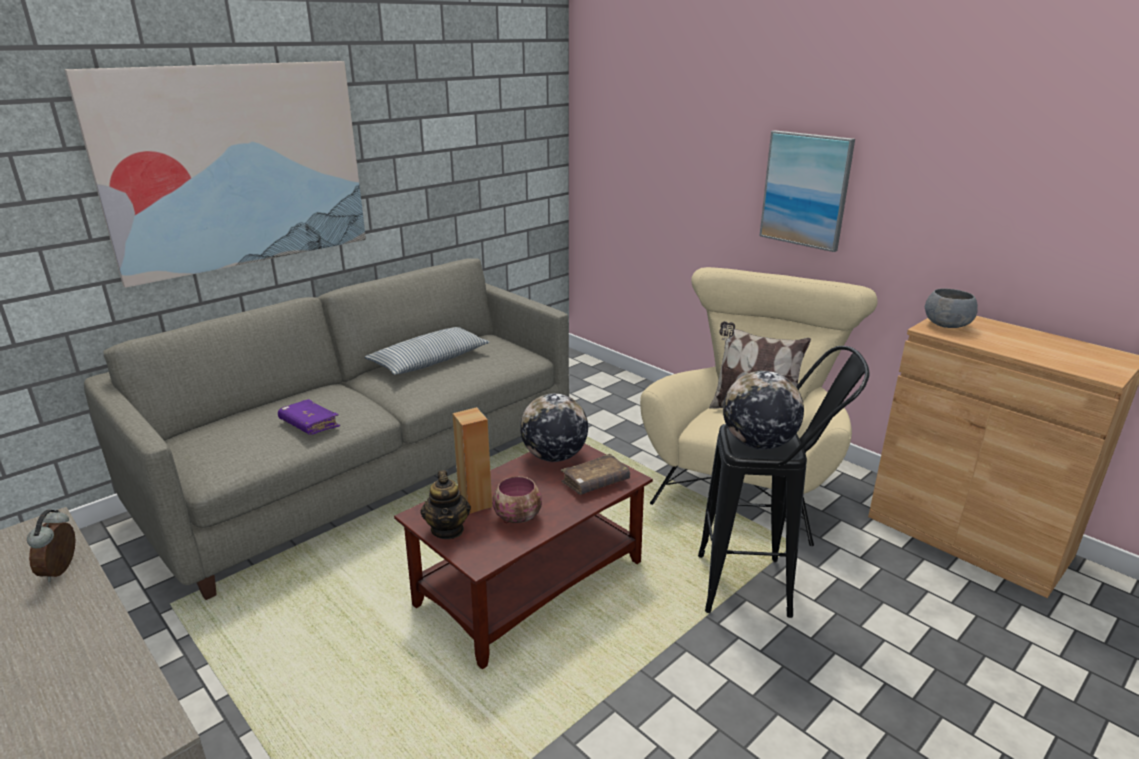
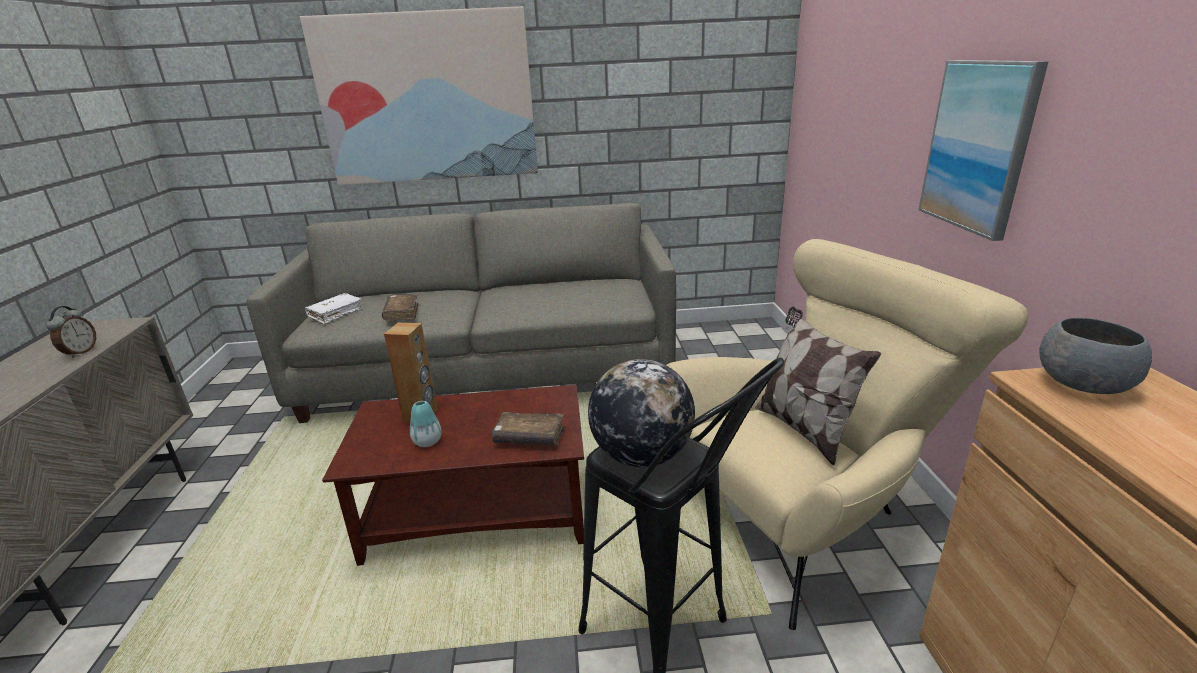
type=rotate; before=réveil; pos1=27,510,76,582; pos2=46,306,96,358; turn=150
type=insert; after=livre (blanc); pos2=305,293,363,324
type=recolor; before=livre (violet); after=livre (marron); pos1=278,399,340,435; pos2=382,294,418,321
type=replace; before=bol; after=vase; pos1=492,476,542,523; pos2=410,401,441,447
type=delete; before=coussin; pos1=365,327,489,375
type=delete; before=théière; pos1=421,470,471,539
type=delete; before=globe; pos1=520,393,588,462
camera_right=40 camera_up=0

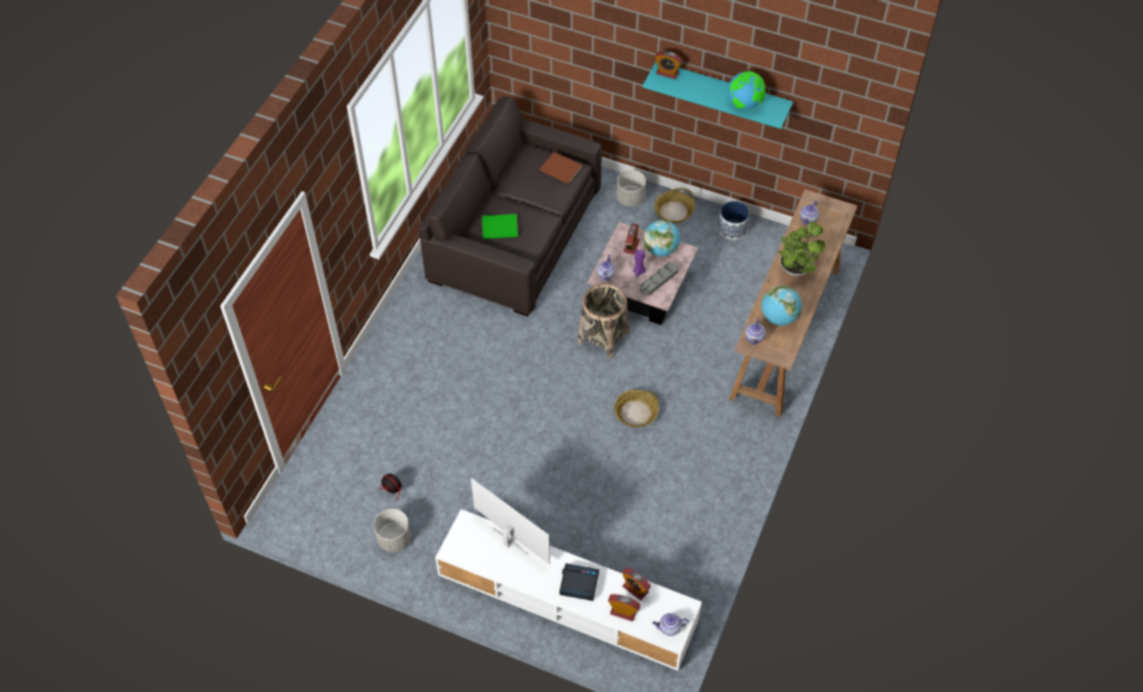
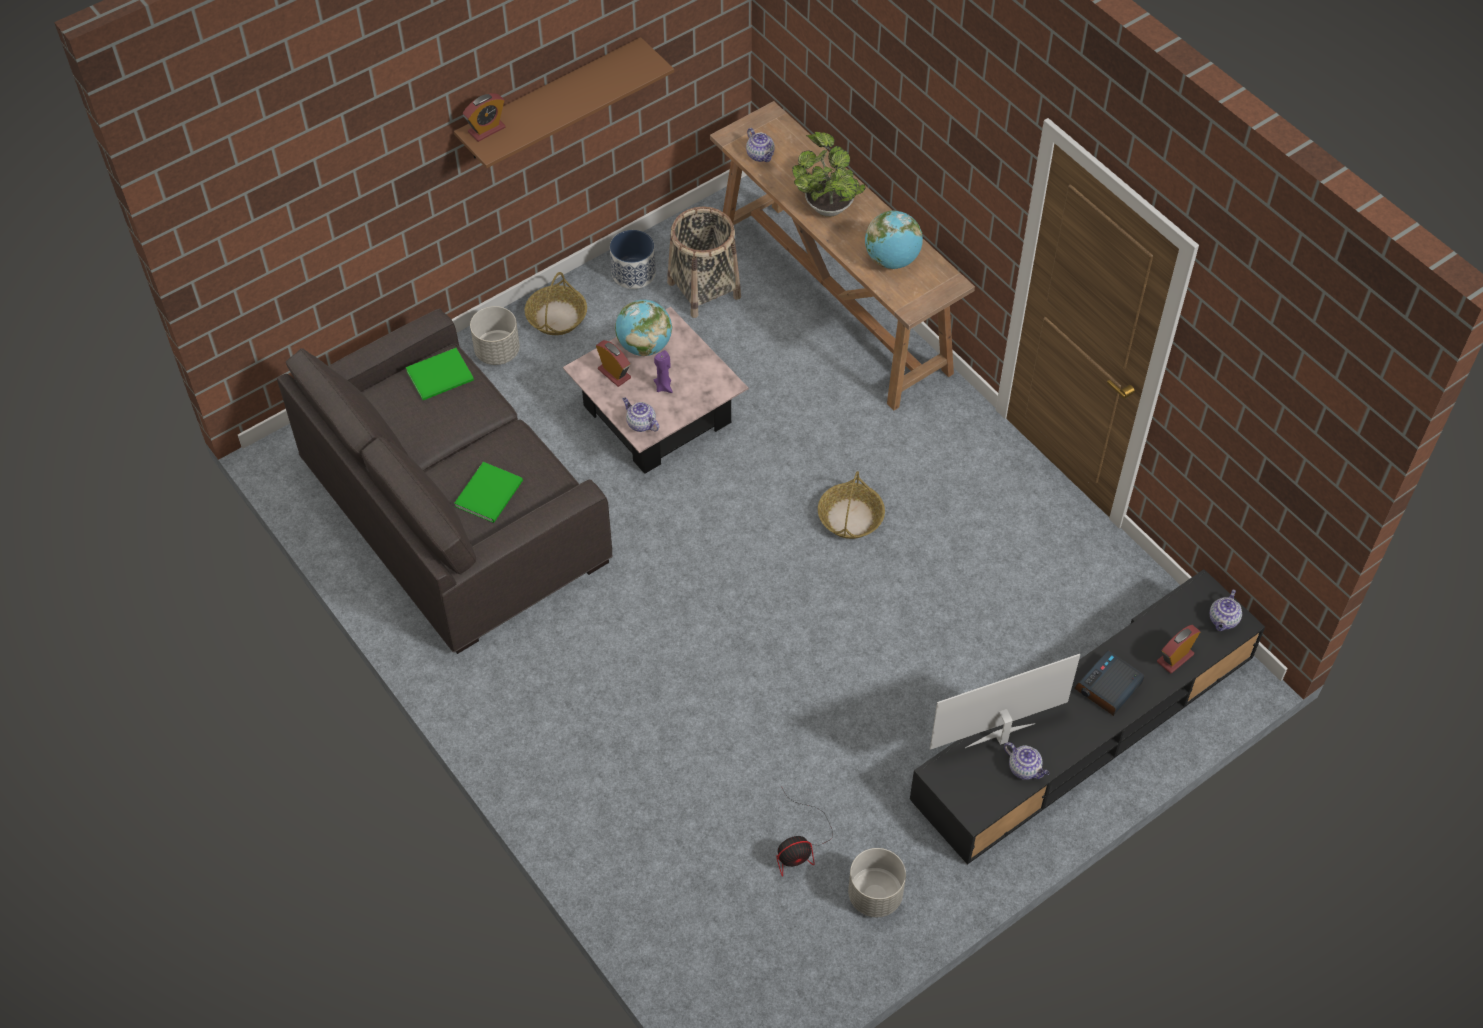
type=recolor; before=livre (marron); after=livre (vert); pos1=540,152,582,184; pos2=406,348,474,400
type=recolor; before=étagère (turquoise); after=étagère (marron); pos1=643,62,793,129; pos2=454,37,674,168
type=move; before=panier; pos1=578,283,629,358; pos2=667,207,741,318
type=recolor; before=meuble télé (blanc); after=meuble télé (noir); pos1=435,509,702,671; pos2=910,569,1265,865
type=move; before=théière; pos1=745,317,766,345; pos2=1004,742,1050,780
type=delete; before=réveil; pos1=622,568,651,600
type=delete; before=plateau (gris); pos1=640,262,678,296
type=delete; before=globe; pos1=728,71,766,109
camera_right=-60 camera_up=0

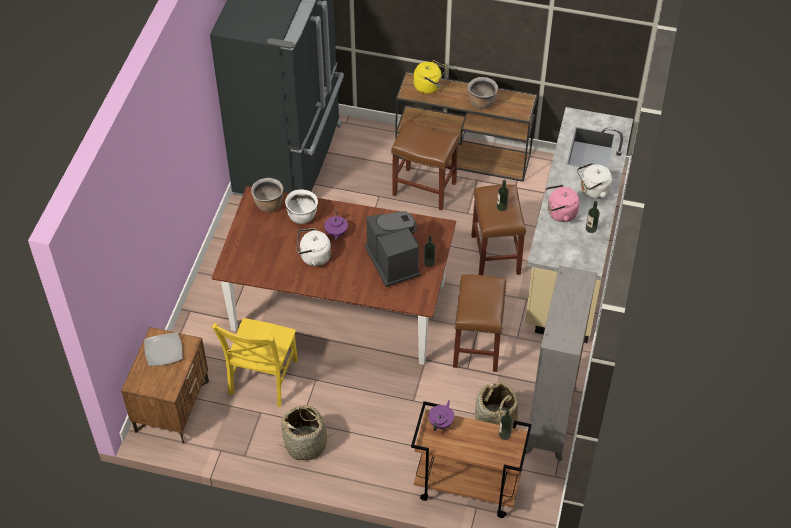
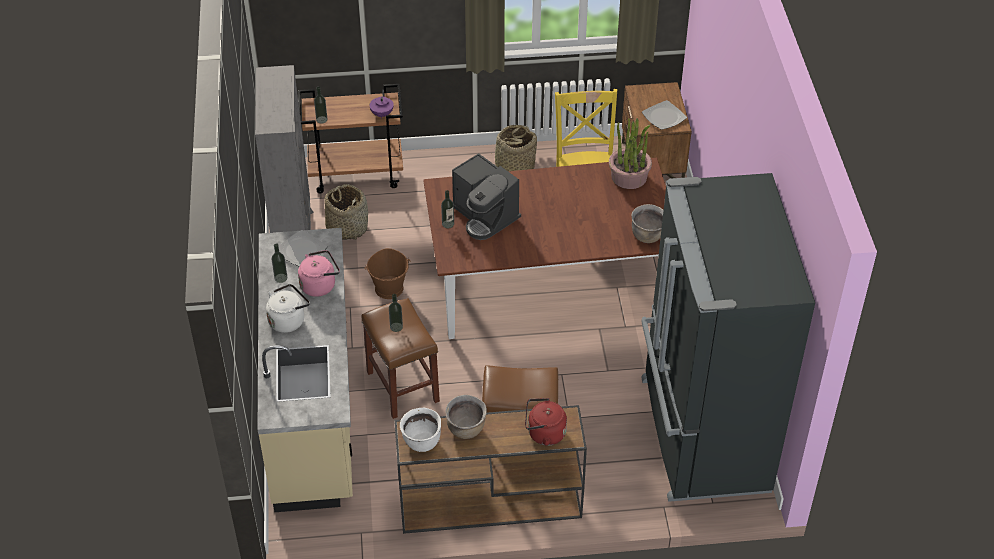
type=insert; after=assiette; pos2=279,230,327,267
type=replace; before=tabouret (marron); after=seau (marron); pos1=453,274,506,372; pos2=365,248,411,299
type=move; before=marmite (blanc); pos1=285,189,318,224; pos2=400,407,441,452
type=recolor; before=bouilloire (jaune); after=bouilloire (rouge); pos1=414,60,447,94; pos2=525,398,567,446
type=insert; after=plante en pot; pos2=609,118,652,189
type=delete; before=bouilloire (blanc); pos1=297,228,331,266
type=delete; before=théière (violet); pos1=324,210,348,239
camera_right=160 camera_up=-5

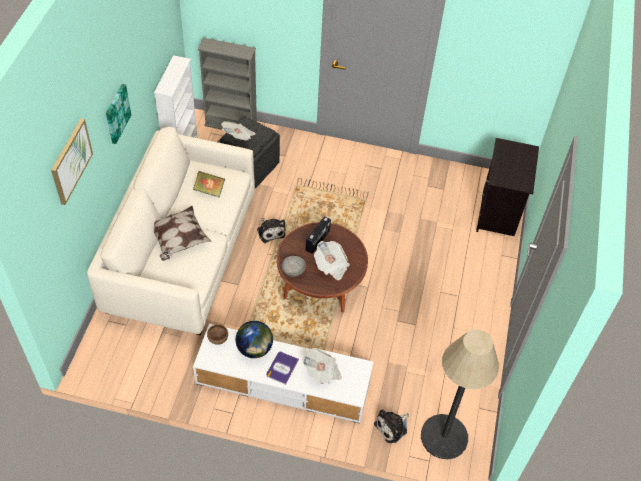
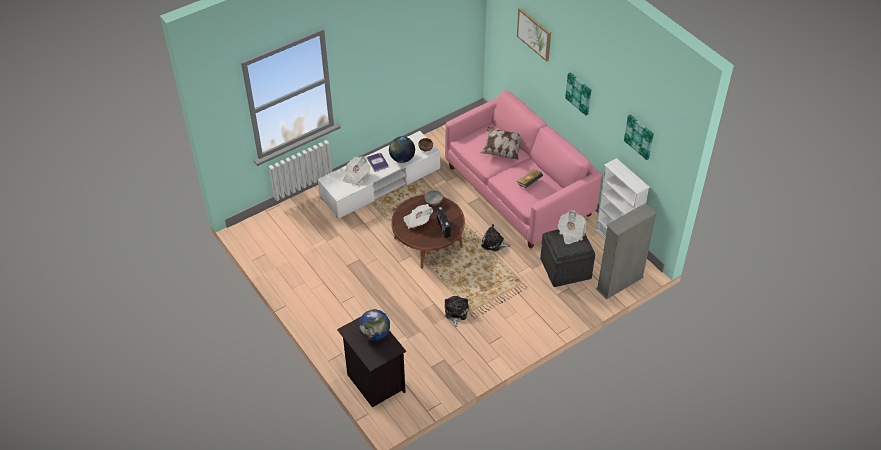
type=insert; after=globe; pos2=358,309,390,341
type=recolor; before=canapé (blanc); after=canapé (rose); pos1=87,127,255,336; pos2=445,90,602,249
type=move; before=peluche; pos1=374,409,409,443; pos2=445,296,469,327
type=insert; after=tableau; pos2=624,114,654,160
type=delete; before=lampadaire; pos1=421,329,499,459
camera_right=135 camera_up=-5

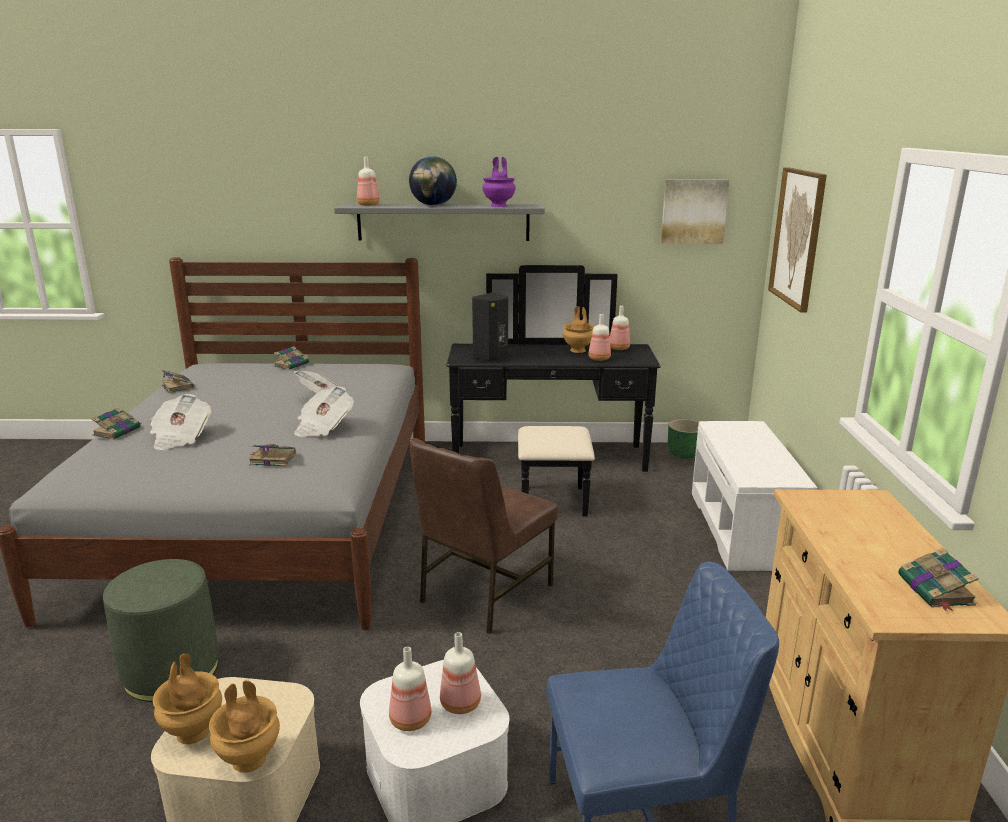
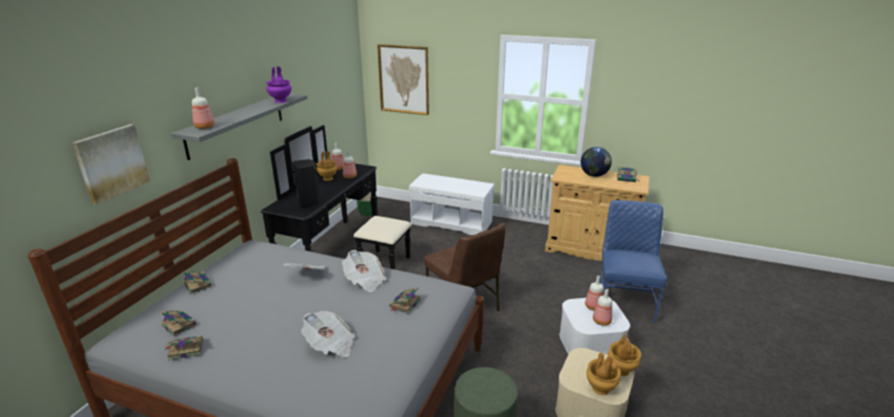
type=move; before=tableau; pos1=661,179,729,244; pos2=72,124,150,205
type=move; before=livre; pos1=91,407,141,440; pos2=160,310,196,336
type=move; before=globe; pos1=409,156,457,206; pos2=581,147,612,177
camera_right=-70 camera_up=5

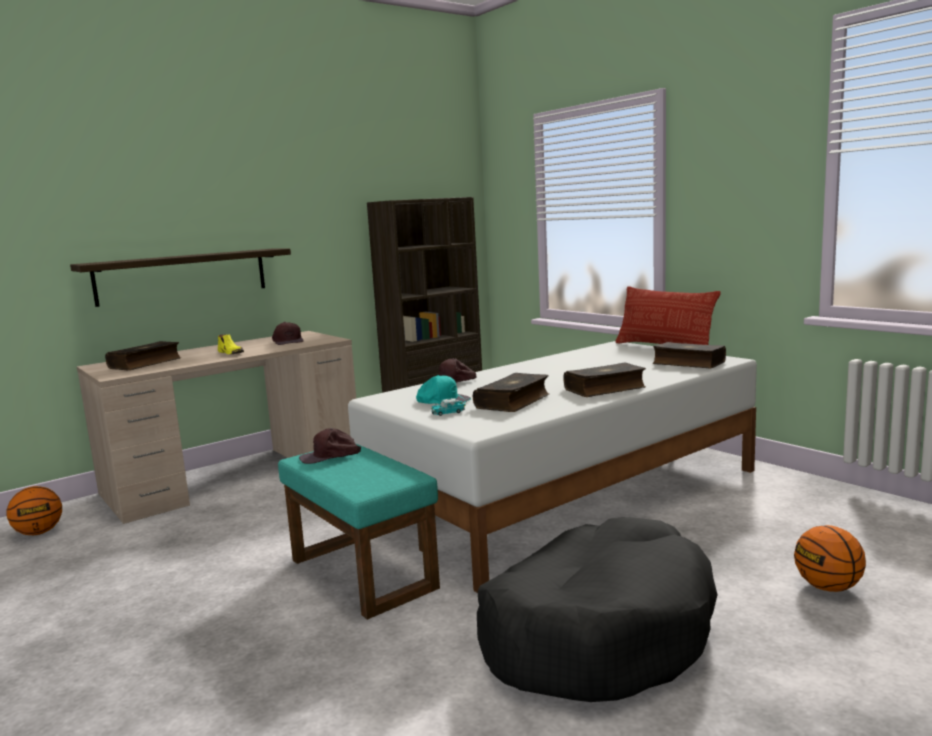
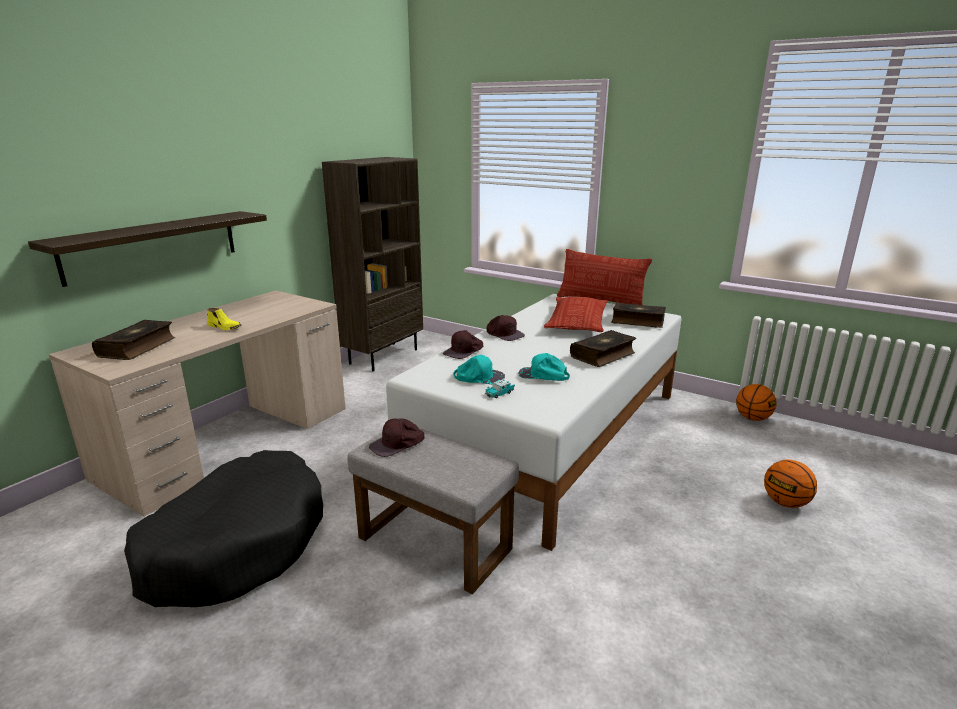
type=move; before=panier pour chien (noir); pos1=477,517,717,702; pos2=124,450,323,607
type=recolor; before=pouf (turquoise); after=pouf (gris); pos1=278,443,440,620; pos2=347,428,519,595
type=move; before=casquette (marron); pos1=272,322,304,345; pos2=486,315,525,341
type=replace; before=livre; after=casquette (turquoise); pos1=473,373,549,412; pos2=518,353,570,381
type=insert; after=coussin; pos2=544,297,608,332
type=move; before=ballon de basket; pos1=7,486,62,535; pos2=736,384,777,421
camera_right=-20 camera_up=10

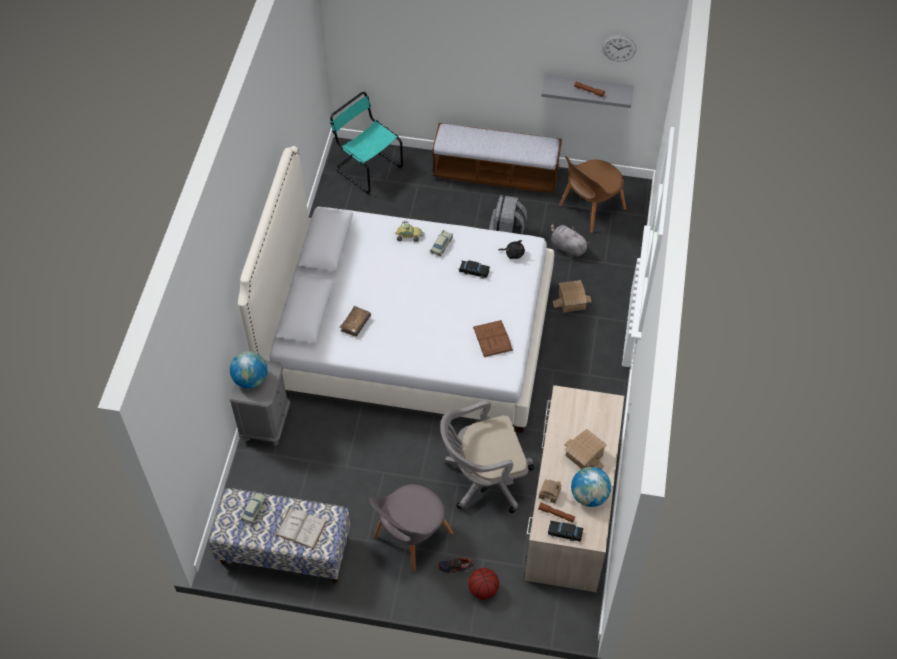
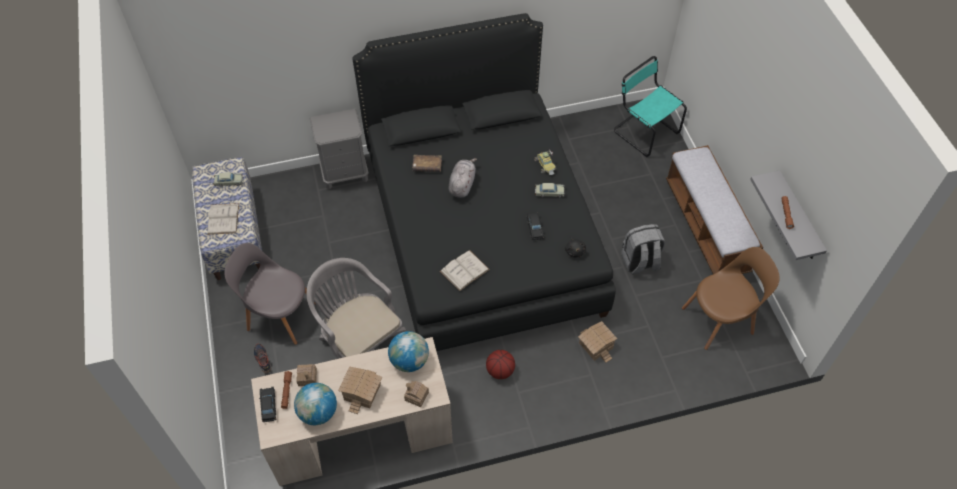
type=recolor; before=lit (blanc); after=lit (noir); pos1=238,146,554,433; pos2=352,13,616,351
type=move; before=globe; pos1=230,351,267,389; pos2=388,331,429,372
type=insert; after=maison miniature; pos2=404,381,429,407
type=recolor; before=livre (marron); after=livre (blanc); pos1=473,320,513,357; pos2=440,250,490,291
type=move; before=peluche (gris); pos1=551,224,590,257; pos2=448,158,477,198
type=move; before=ballon de basket; pos1=468,568,499,600; pos2=486,350,515,379
type=rotate; before=chaise (turquoise); pos1=330,92,403,194; pos2=614,56,687,157; turn=-60
type=rotate; before=chaise (marron); pos1=559,156,626,233; pos2=682,247,780,350; turn=135
type=delete; before=horloge murale; pos1=602,35,636,62
camera_right=65 camera_up=0

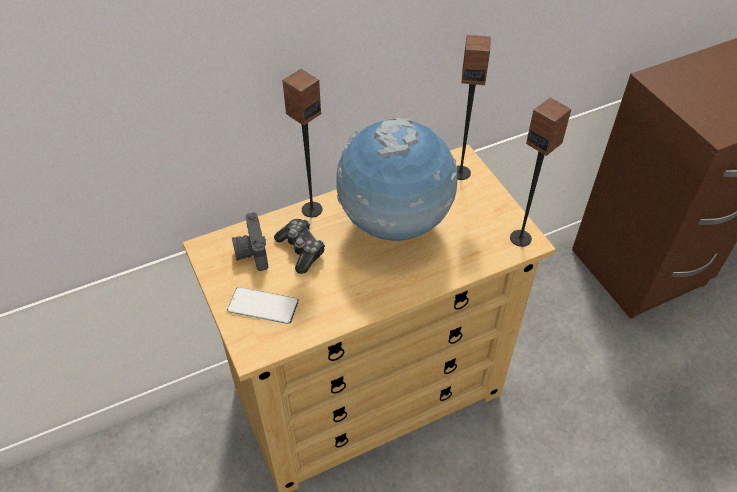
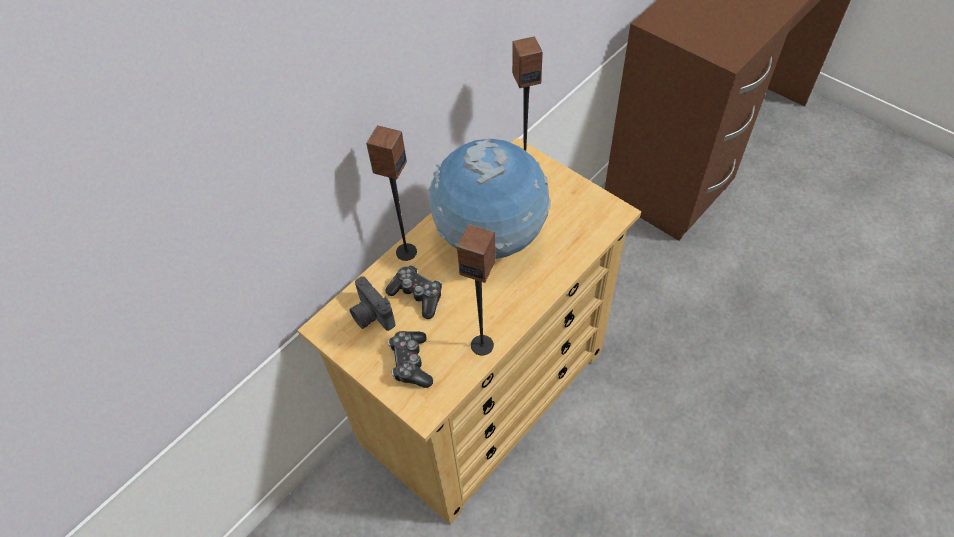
type=replace; before=téléphone; after=manette; pos1=227,287,299,324; pos2=388,331,433,388
type=move; before=enceinte; pos1=510,97,571,247; pos2=457,224,496,356
camera_right=-20 camera_up=5

